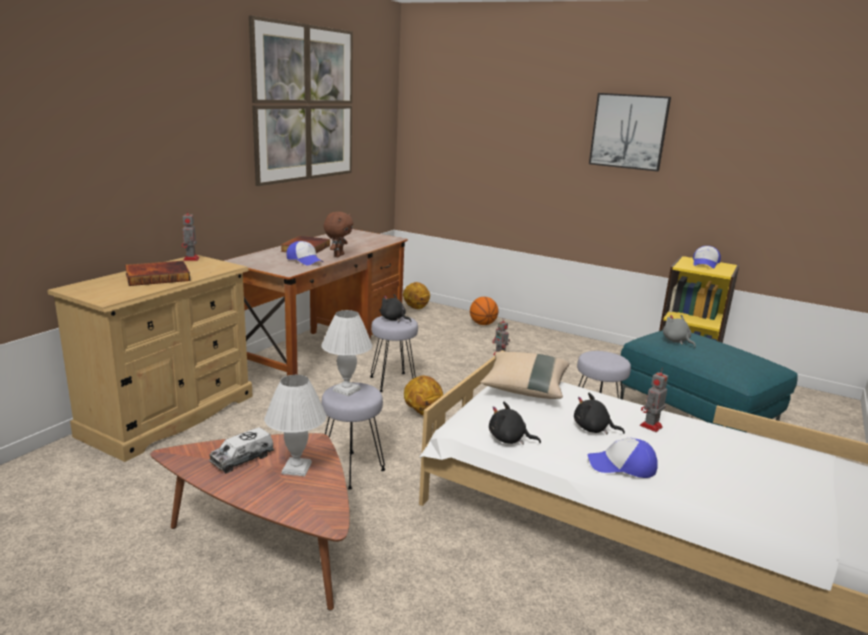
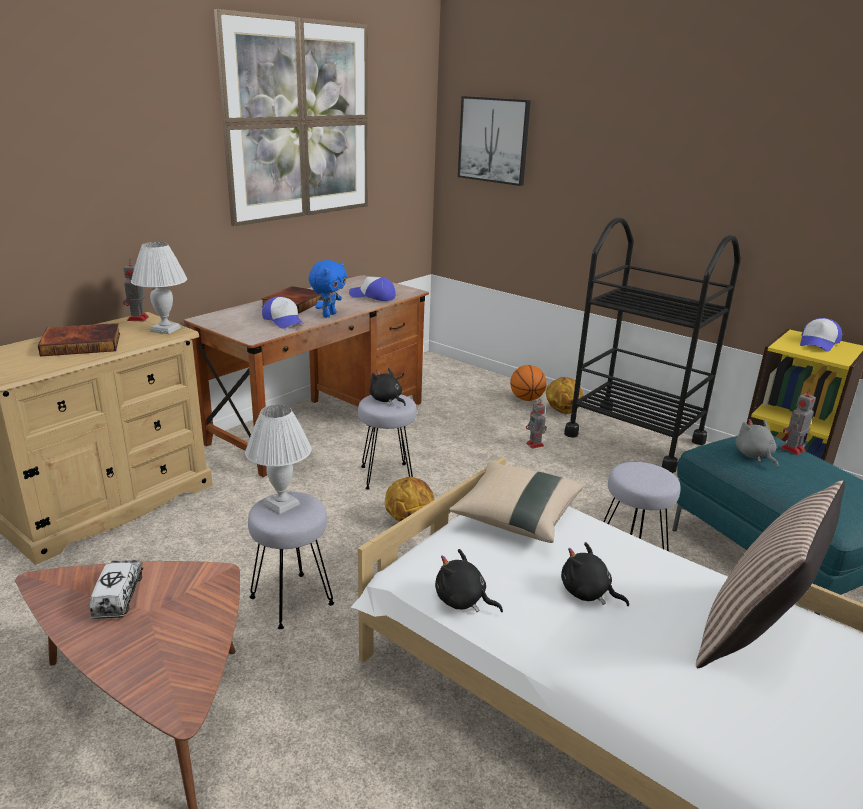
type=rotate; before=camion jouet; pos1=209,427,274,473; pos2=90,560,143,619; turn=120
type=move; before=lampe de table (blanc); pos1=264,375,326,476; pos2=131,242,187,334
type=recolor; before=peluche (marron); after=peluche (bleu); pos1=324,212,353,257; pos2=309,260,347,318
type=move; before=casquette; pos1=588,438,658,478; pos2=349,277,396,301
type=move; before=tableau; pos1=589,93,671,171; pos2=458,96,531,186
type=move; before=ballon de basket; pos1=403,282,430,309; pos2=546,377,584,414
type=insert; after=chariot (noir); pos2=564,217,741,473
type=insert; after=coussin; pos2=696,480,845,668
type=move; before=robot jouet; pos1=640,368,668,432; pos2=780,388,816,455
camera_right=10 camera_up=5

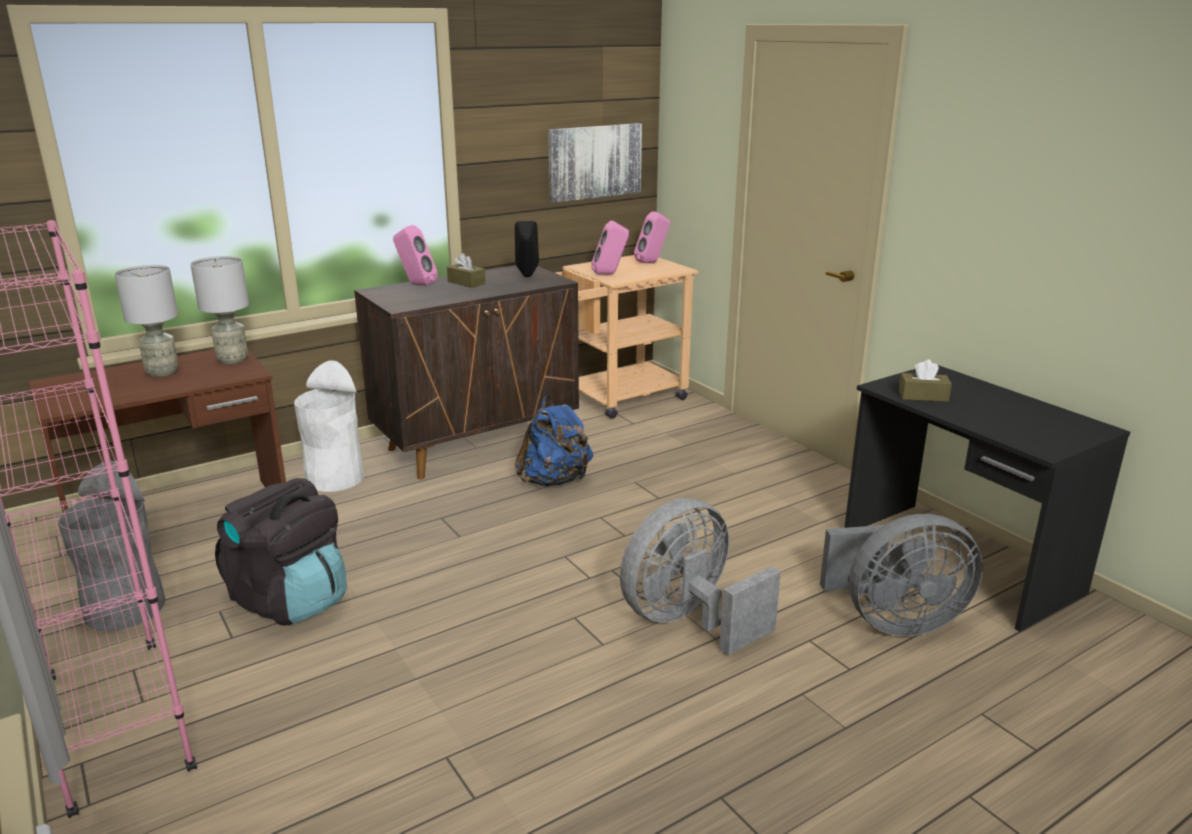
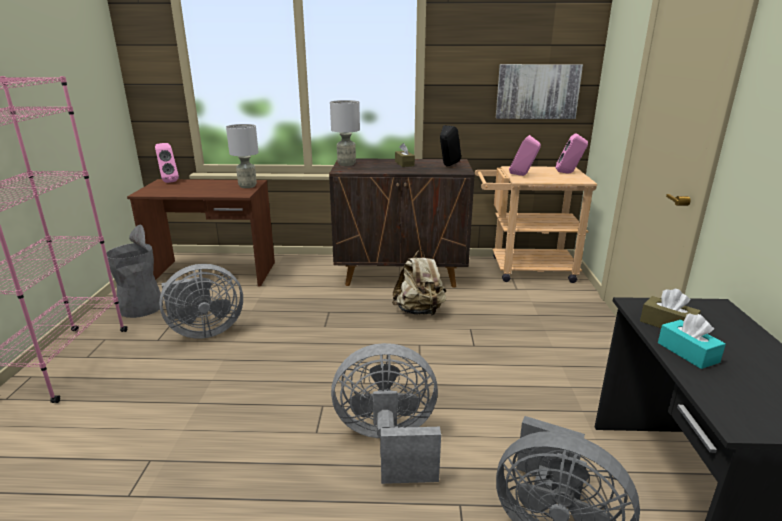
type=move; before=enceinte (rose); pos1=393,225,438,286; pos2=155,143,179,183
type=replace; before=sac à dos (noir); after=ventilateur (gris); pos1=215,478,346,626; pos2=159,264,243,339
type=move; before=lampe de table (gris); pos1=114,265,179,377; pos2=330,100,360,166
type=recolor; before=sac à dos (bleu); after=sac à dos (beige); pos1=515,395,593,487; pos2=392,249,447,316
type=insert; after=boîte à mouchoirs (turquoise); pos2=658,313,726,369
type=delete; before=poubelle (blanc); pos1=294,360,364,492
camera_right=35 camera_up=0

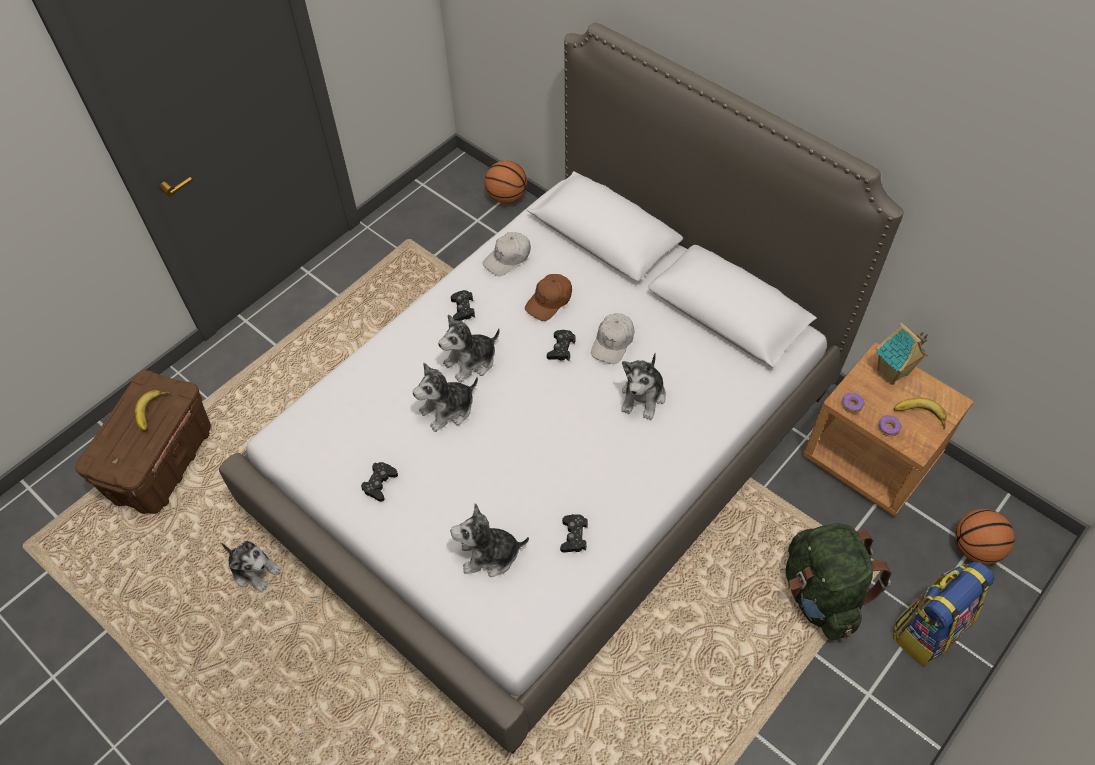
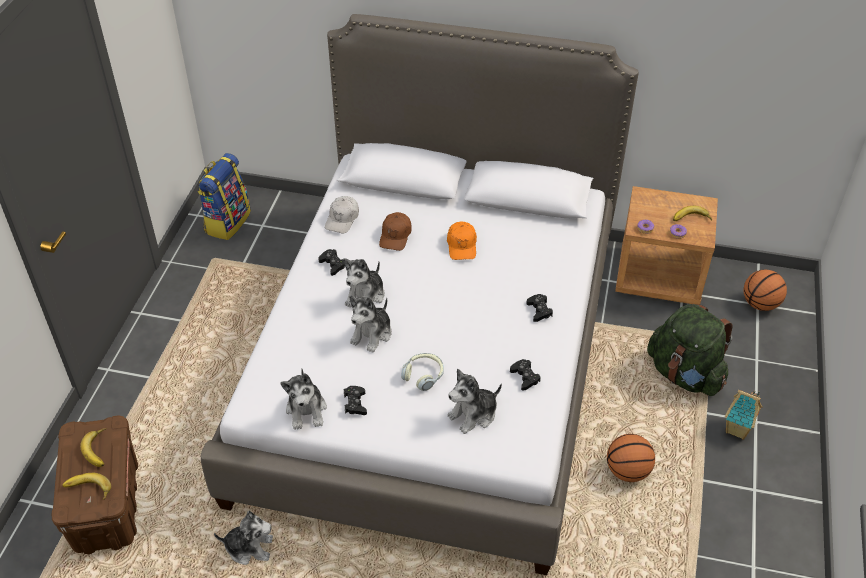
type=insert; after=banane; pos2=62,473,111,500
type=move; before=sac à dos; pos1=894,562,994,666; pos2=197,153,251,240
type=move; before=peluche; pos1=621,353,666,420; pos2=280,369,327,430
type=insert; after=casque audio; pos2=401,353,444,391
type=recolor; before=casquette (blanc); after=casquette (orange); pos1=591,313,634,364; pos2=447,222,477,260
type=move; before=manette (noir); pos1=547,330,576,361; pos2=526,294,553,322
type=move; before=ballon de basket; pos1=485,160,527,204; pos2=607,434,655,482
type=move; before=maison miniature; pos1=876,323,928,385; pos2=725,390,763,440
camera_right=-30 camera_up=-10

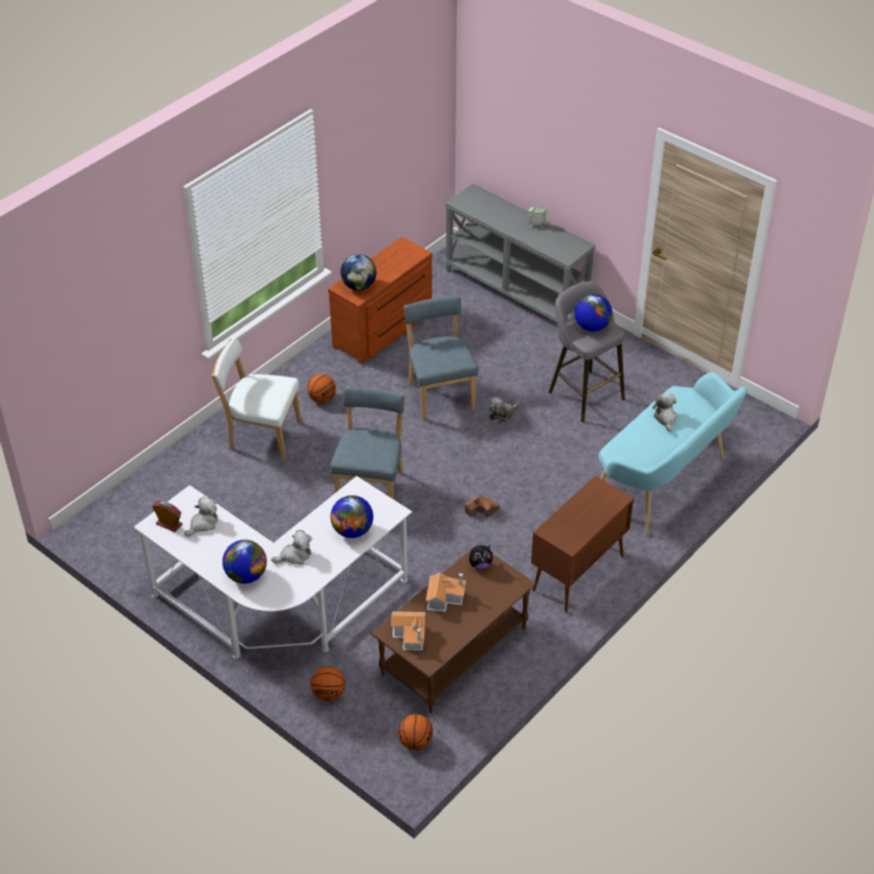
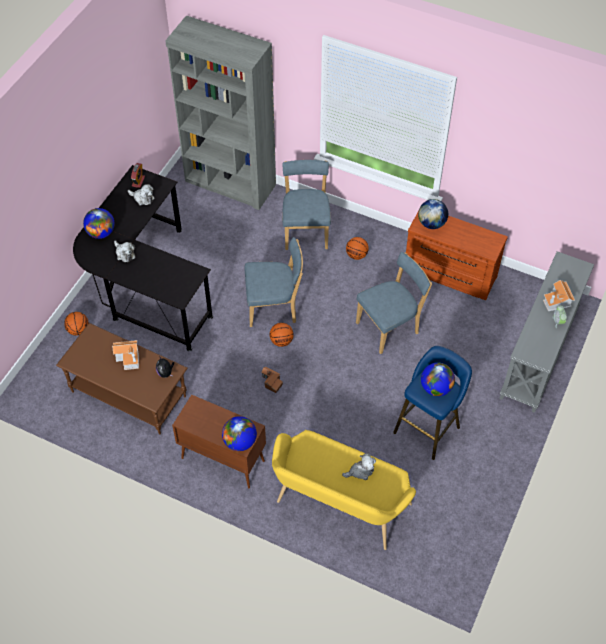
type=recolor; before=bureau (blanc); after=bureau (noir); pos1=134,476,412,659; pos2=73,165,213,351
type=insert; after=bibliothèque (gris); pos2=165,15,276,210
type=move; before=globe; pos1=331,495,373,538; pos2=222,416,257,451
type=move; before=ballon de basket; pos1=398,714,433,750; pos2=270,323,293,347
type=recolor; before=banc (turquoise); after=banc (jaune); pos1=598,372,747,535; pos2=272,430,416,550
type=recolor; before=chaise (blanc); after=chaise (bleu); pos1=212,337,301,460; pos2=282,160,331,250
type=recolor; before=tabouret (gris); after=tabouret (bleu); pos1=549,281,625,422; pos2=393,346,472,460
type=move; before=maison miniature; pos1=391,611,425,651; pos2=543,280,575,311
type=delete; before=peluche; pos1=489,397,520,423
camera_right=75 camera_up=10

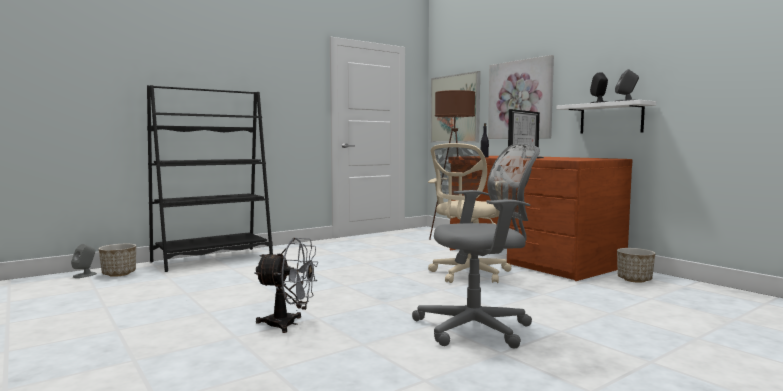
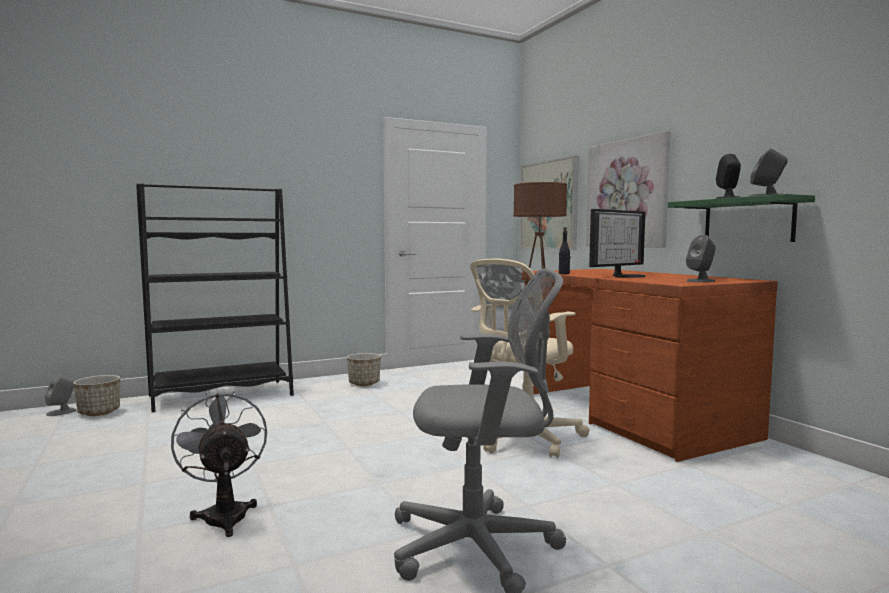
type=rotate; before=ventilateur (gris); pos1=254,238,318,333; pos2=171,391,267,537; turn=-135
type=move; before=cache-pot; pos1=617,248,656,283; pos2=347,353,381,386
type=recolor; before=étagère (blanc); after=étagère (vert); pos1=557,100,656,133; pos2=668,194,815,242
type=insert; after=enceinte (gris); pos2=686,235,716,282
camera_right=10 camera_up=0

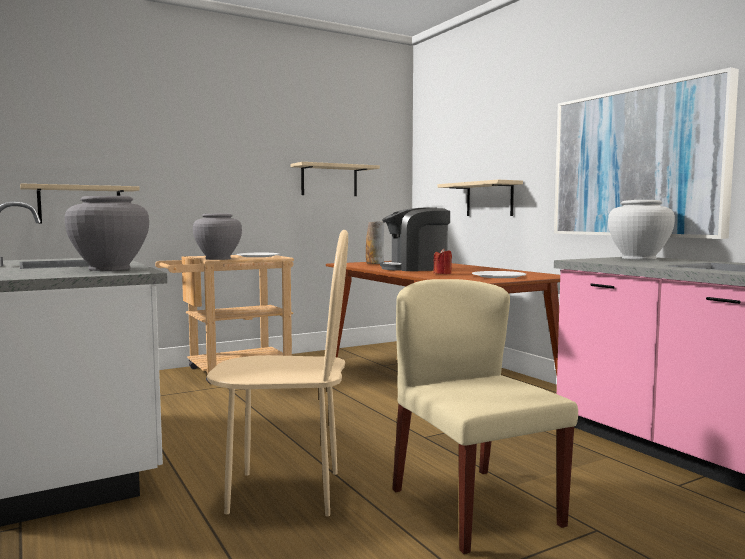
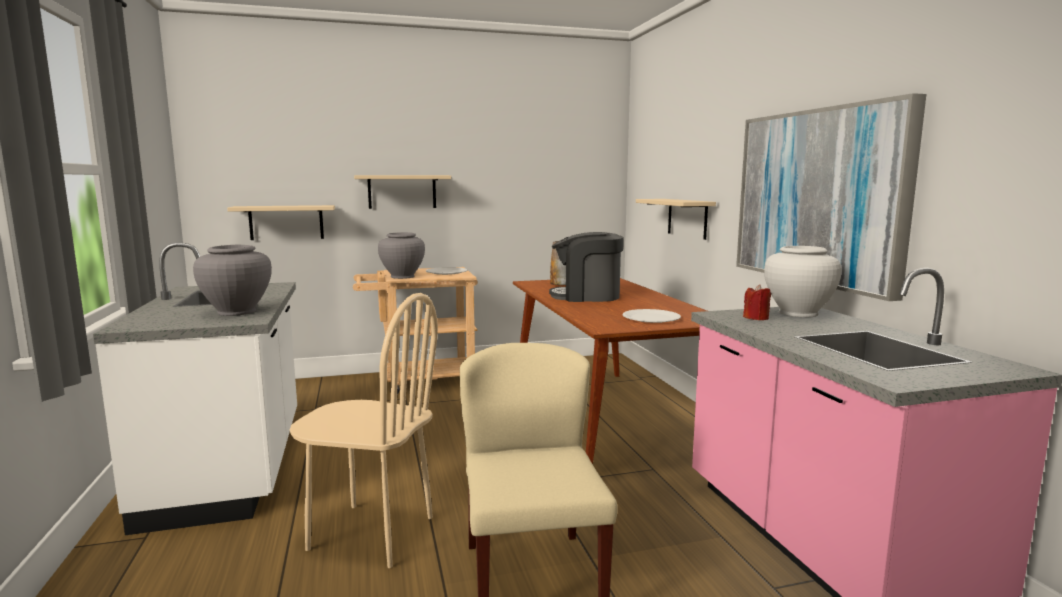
type=move; before=étagère (beige); pos1=290,162,380,196; pos2=354,175,451,209
type=move; before=bougie (rouge); pos1=433,249,452,274; pos2=743,284,771,320
camera_right=15 camera_up=5

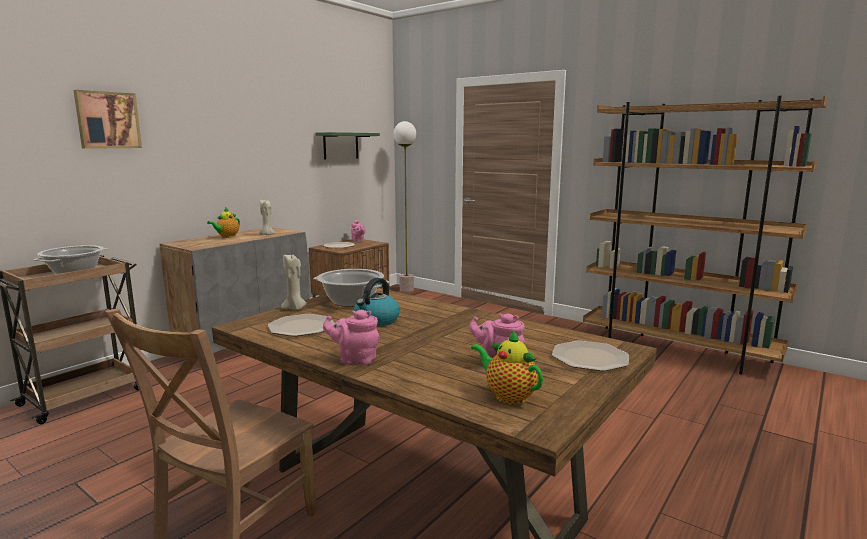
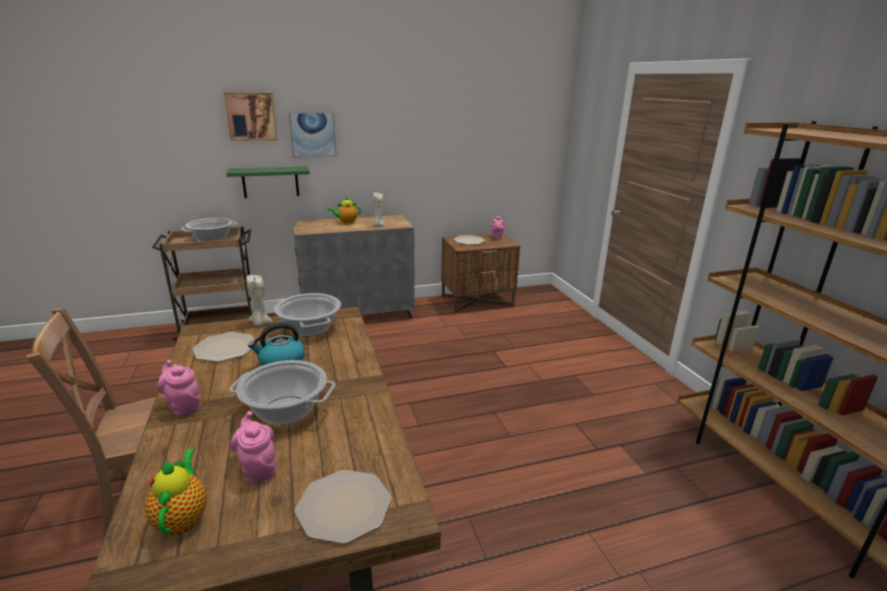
type=move; before=étagère (vert); pos1=315,132,380,160; pos2=226,166,310,198
type=insert; after=marmite; pos2=229,360,336,425
type=insert; after=tableau; pos2=289,112,337,158
type=delete; before=lampadaire; pos1=394,121,416,292
camera_right=35 camera_up=10

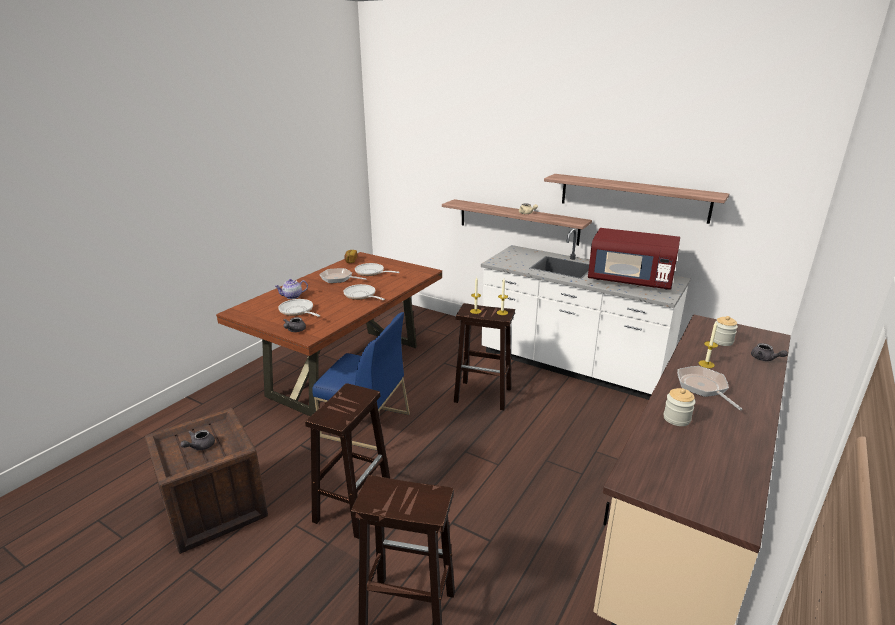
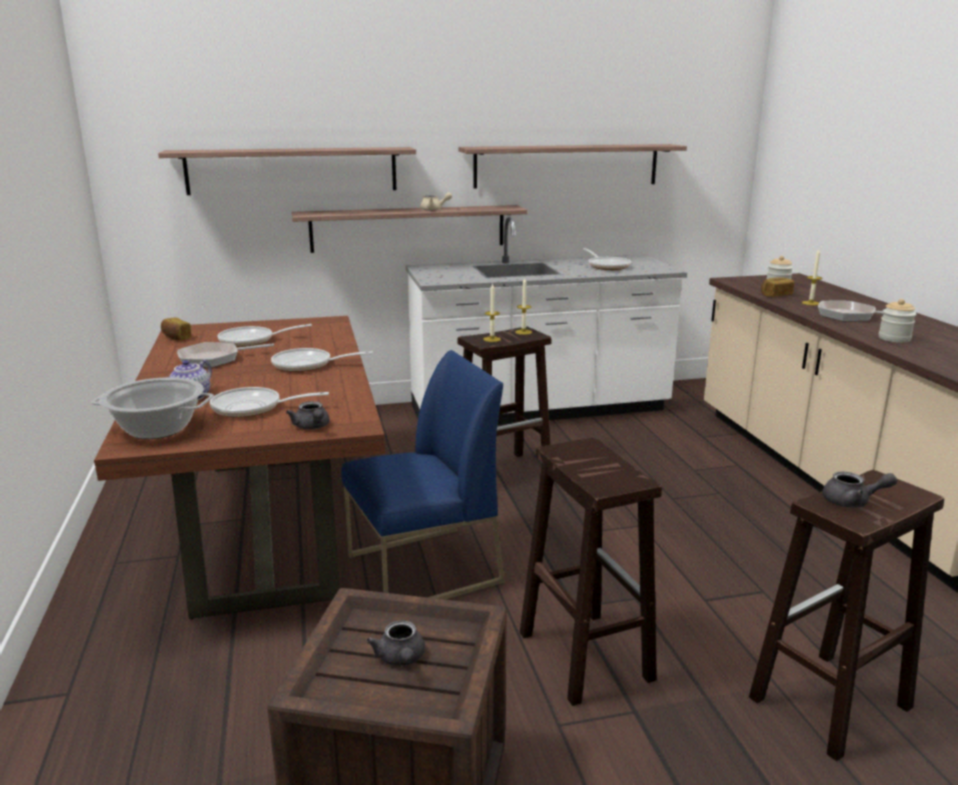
type=insert; after=marmite; pos2=91,377,214,439
type=insert; after=étagère; pos2=158,147,416,195
type=replace; before=micro-ondes (rouge); after=poêle; pos1=588,228,680,290; pos2=583,248,631,270
type=insert; after=pain; pos2=761,277,794,297
type=move; before=théière (gris); pos1=751,343,788,361; pos2=822,472,898,508
camera_right=-45 camera_up=-5

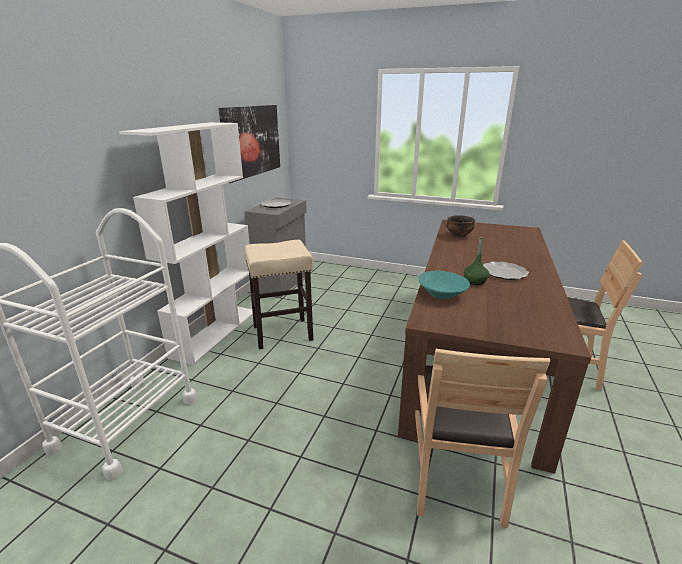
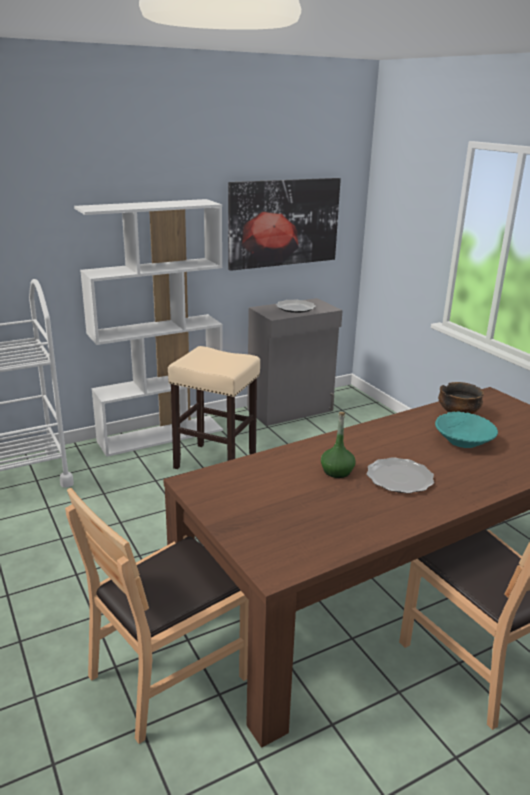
type=move; before=bol (turquoise); pos1=418,271,470,299; pos2=435,412,498,448
camera_right=40 camera_up=0

